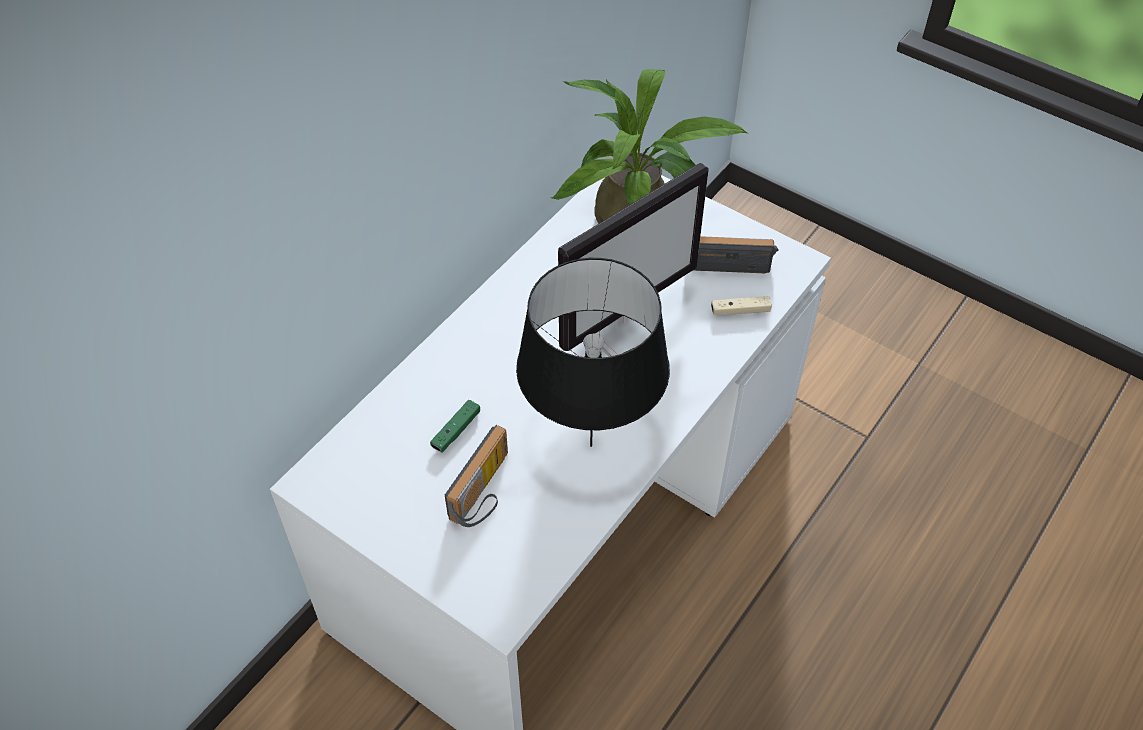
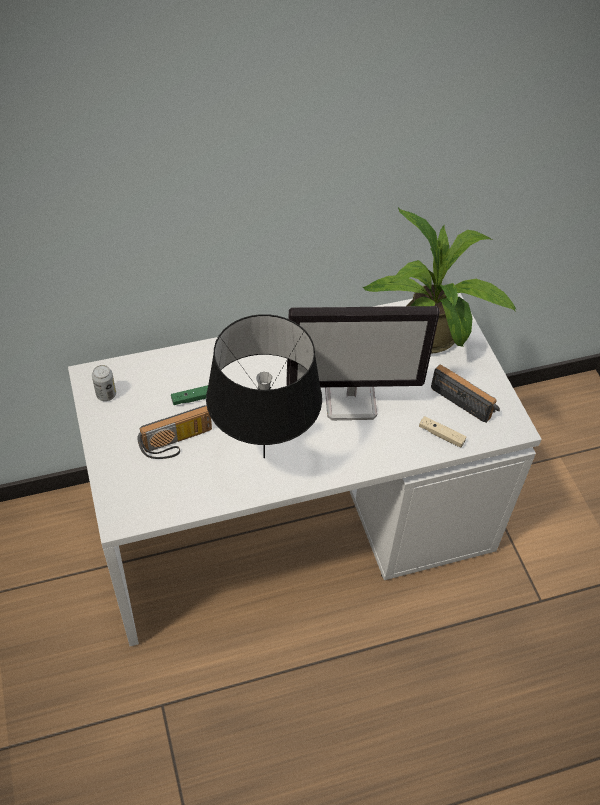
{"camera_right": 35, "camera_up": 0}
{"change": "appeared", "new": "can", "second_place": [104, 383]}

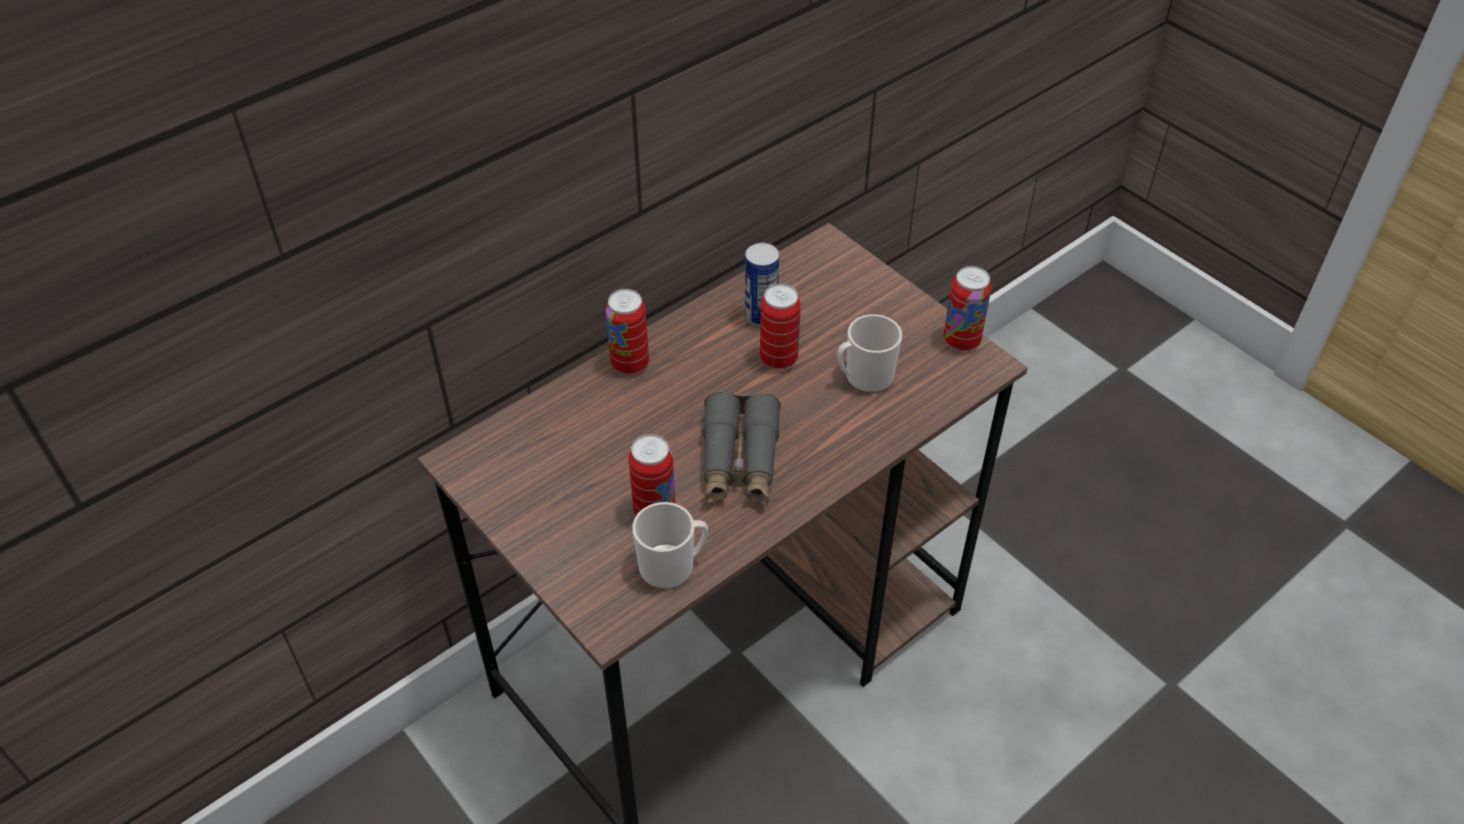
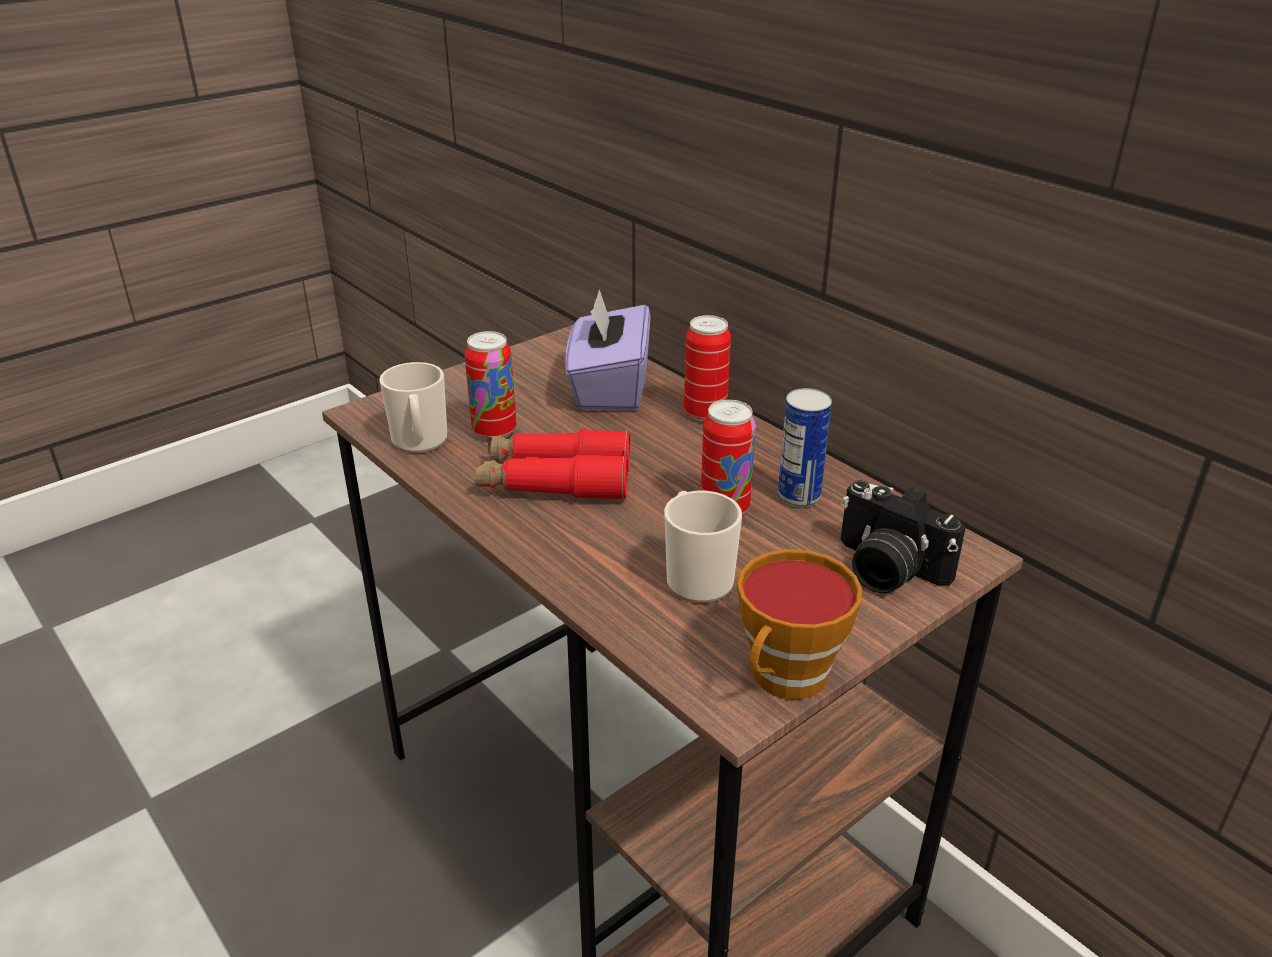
{"camera_right": 90, "camera_up": -15}
{"change": "appeared", "new": "purple tissue box", "second_place": [608, 350]}
{"change": "appeared", "new": "photo camera", "second_place": [903, 536]}
{"change": "exchanged", "old": "can", "new": "cup", "first_place": [967, 308], "second_place": [799, 624]}
{"change": "colour", "old": "grey binoculars", "new": "red binoculars", "first_place": [741, 448], "second_place": [552, 465]}

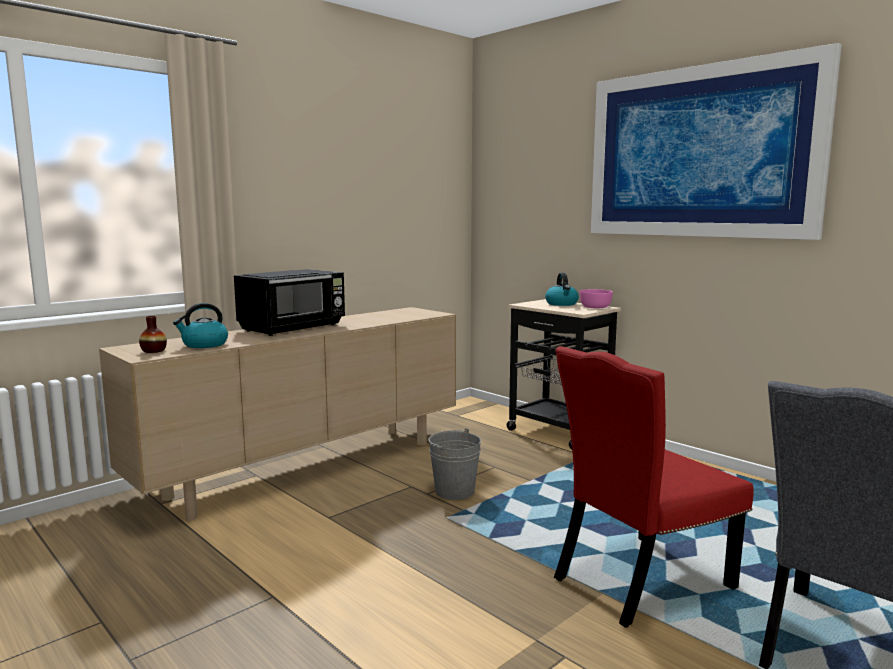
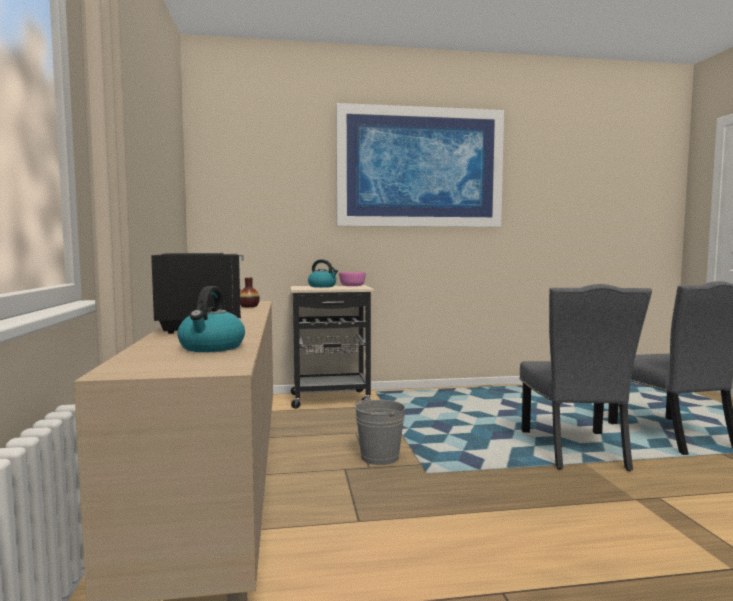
{"camera_right": -55, "camera_up": -5}
{"change": "relocated", "old": "vase", "first_place": [153, 334], "second_place": [250, 292]}
{"change": "colour", "old": "red chair", "new": "grey chair", "first_place": [654, 487], "second_place": [585, 377]}

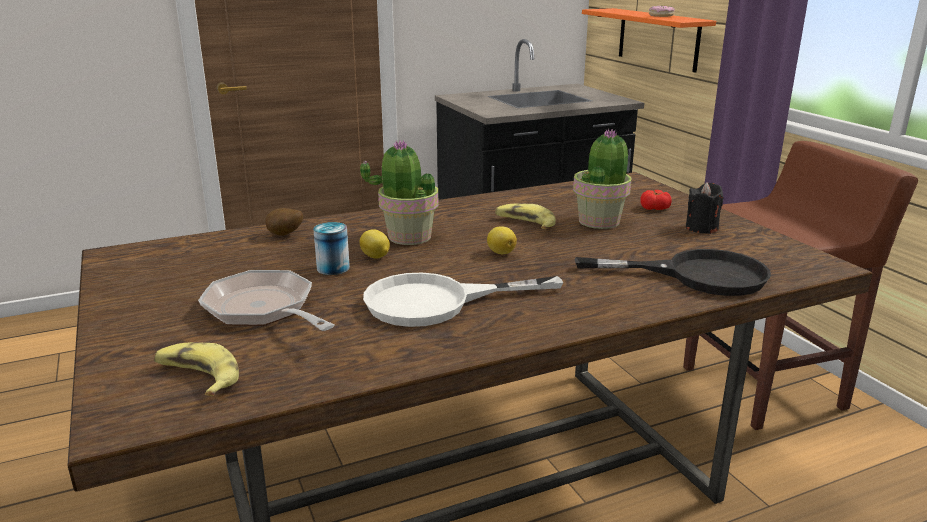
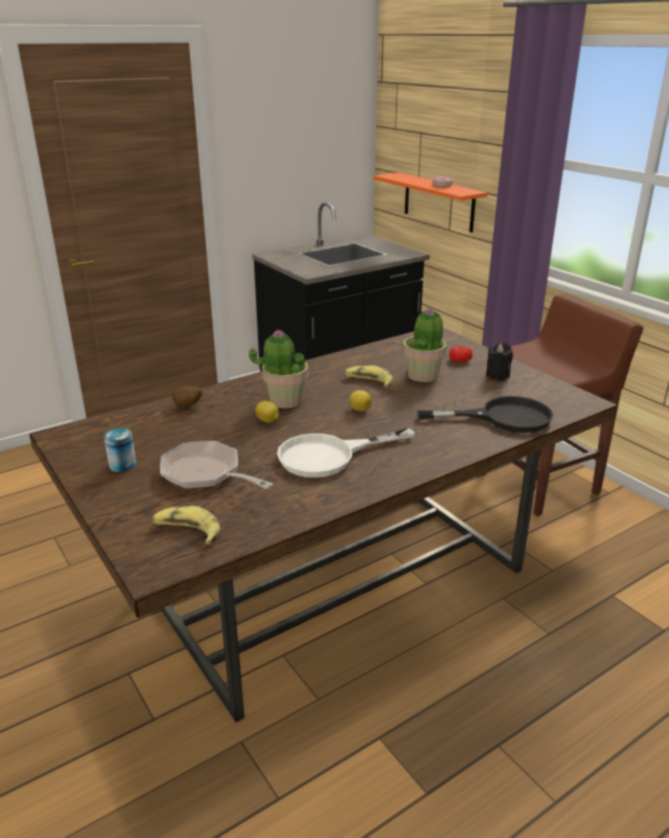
{"camera_right": -10, "camera_up": 5}
{"change": "relocated", "old": "can", "first_place": [331, 248], "second_place": [120, 450]}

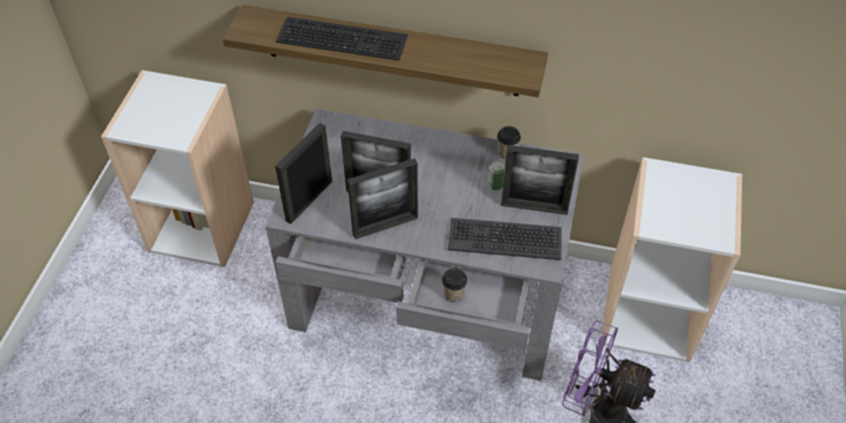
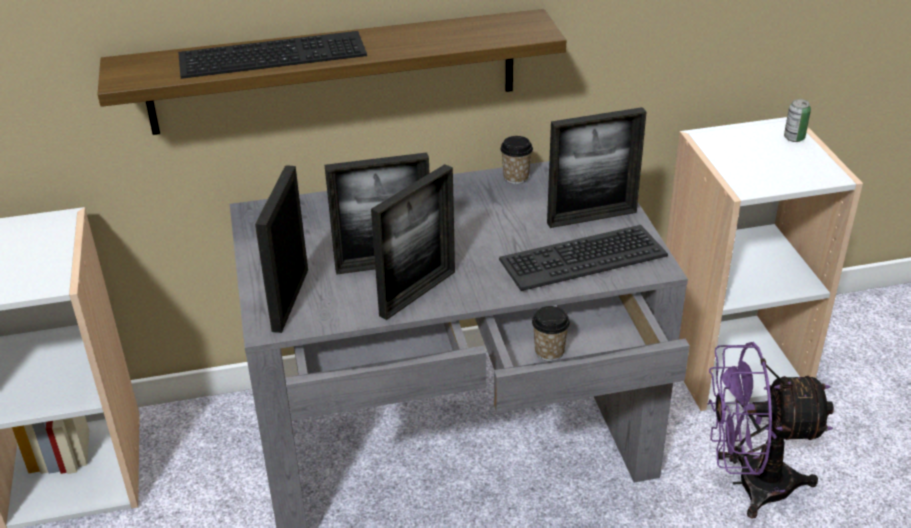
{"camera_right": -25, "camera_up": -15}
{"change": "relocated", "old": "can", "first_place": [496, 175], "second_place": [797, 120]}

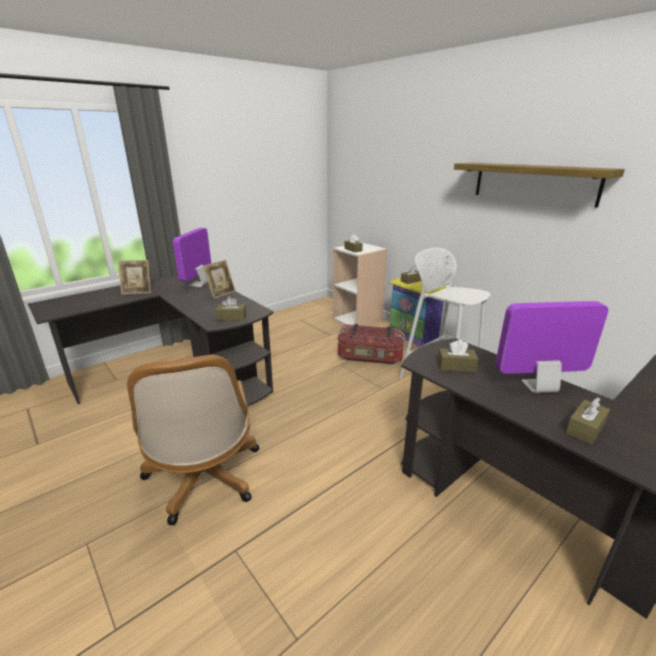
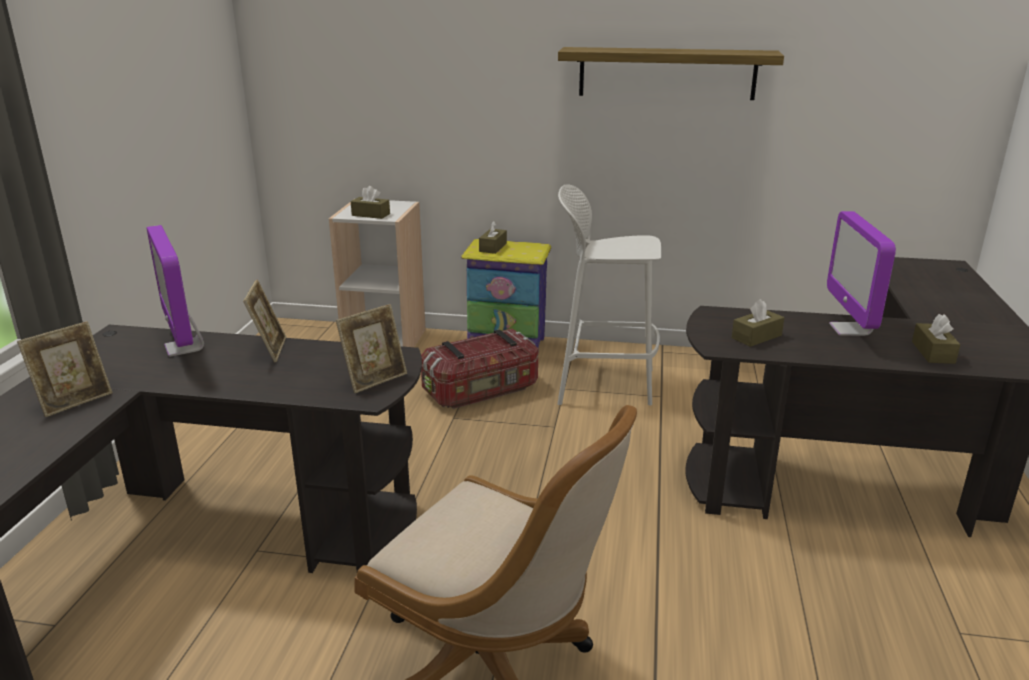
{"camera_right": -40, "camera_up": 0}
{"change": "exchanged", "old": "brown tissue box", "new": "picture frame", "first_place": [230, 308], "second_place": [371, 348]}
{"change": "spun", "old": "monitor", "first_place": [552, 347], "second_place": [861, 273], "degrees": -45}

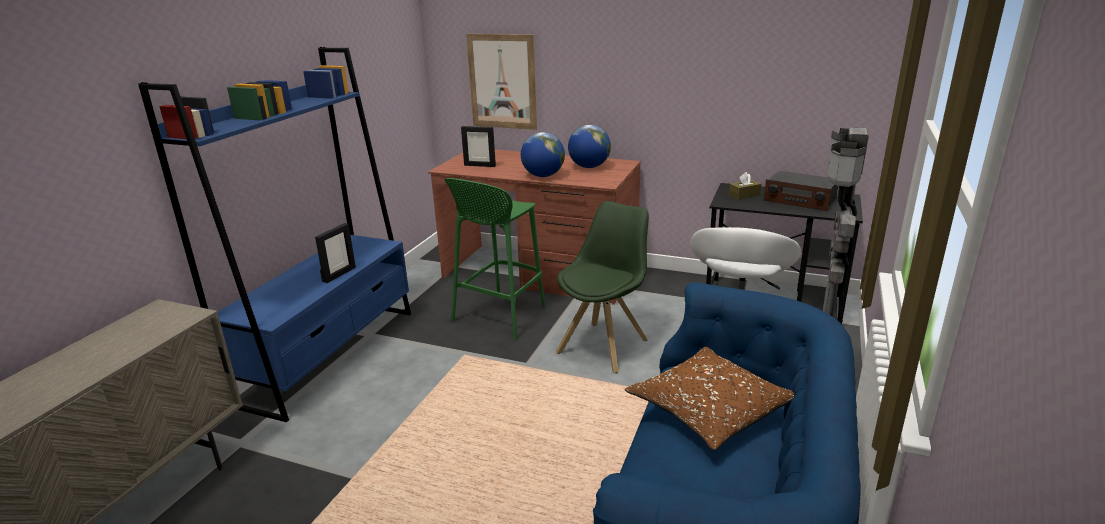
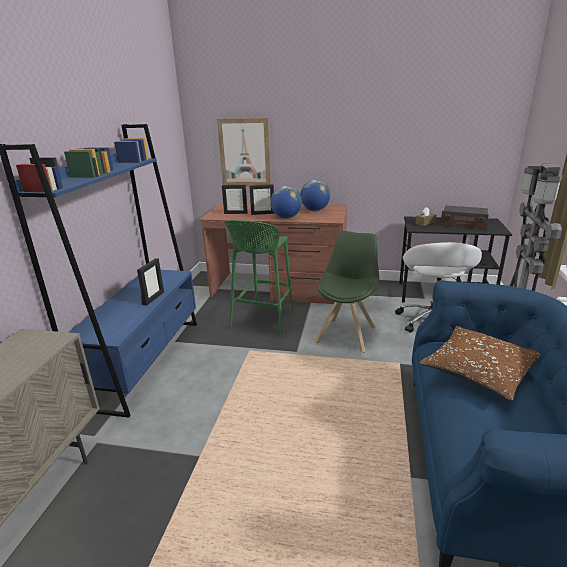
{"camera_right": -10, "camera_up": 0}
{"change": "appeared", "new": "picture frame", "second_place": [262, 199]}

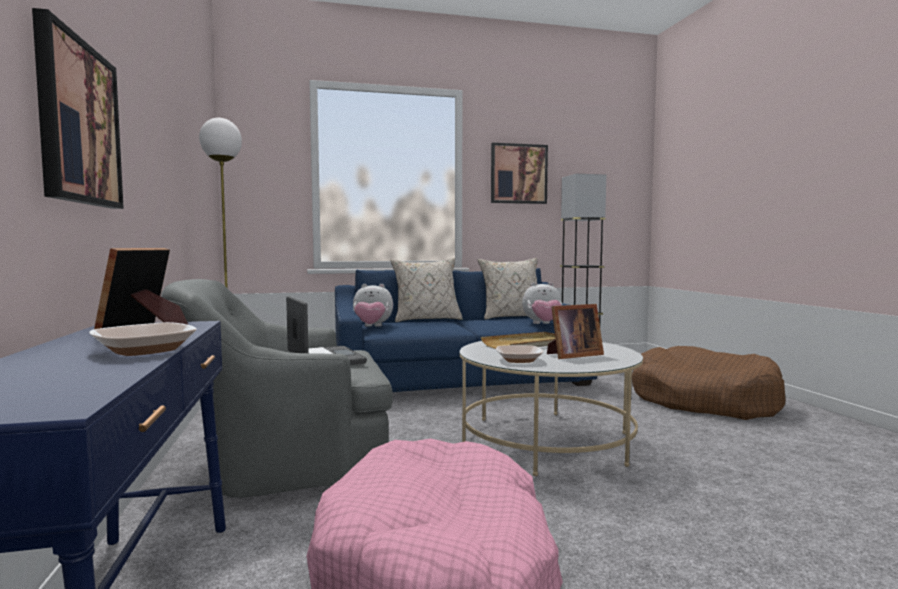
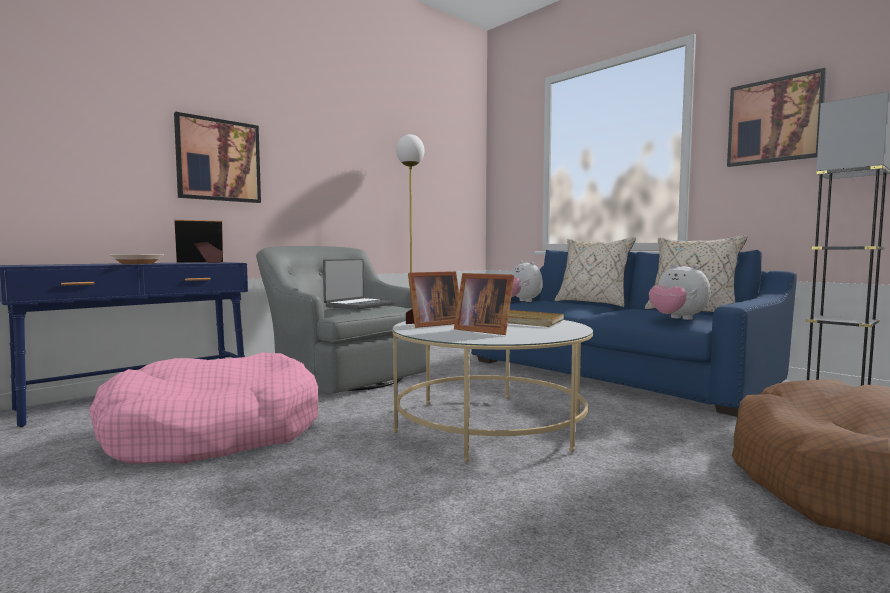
{"camera_right": 60, "camera_up": 0}
{"change": "exchanged", "old": "bowl", "new": "picture frame", "first_place": [519, 354], "second_place": [432, 299]}

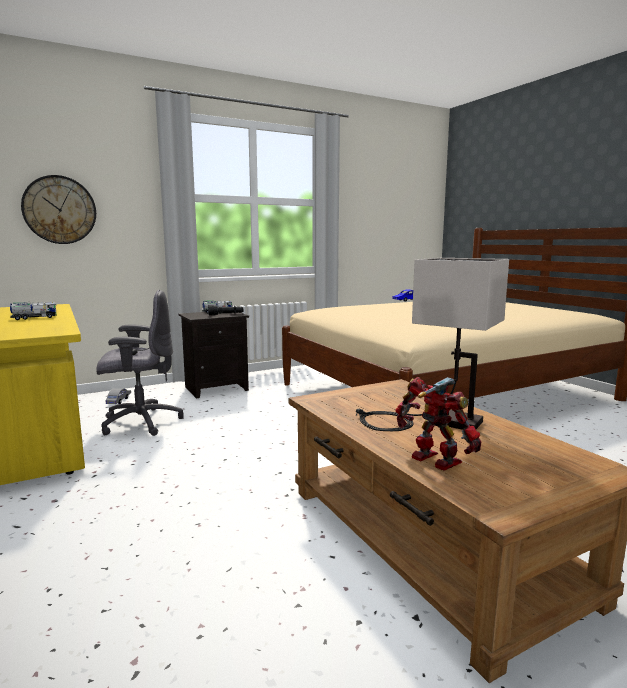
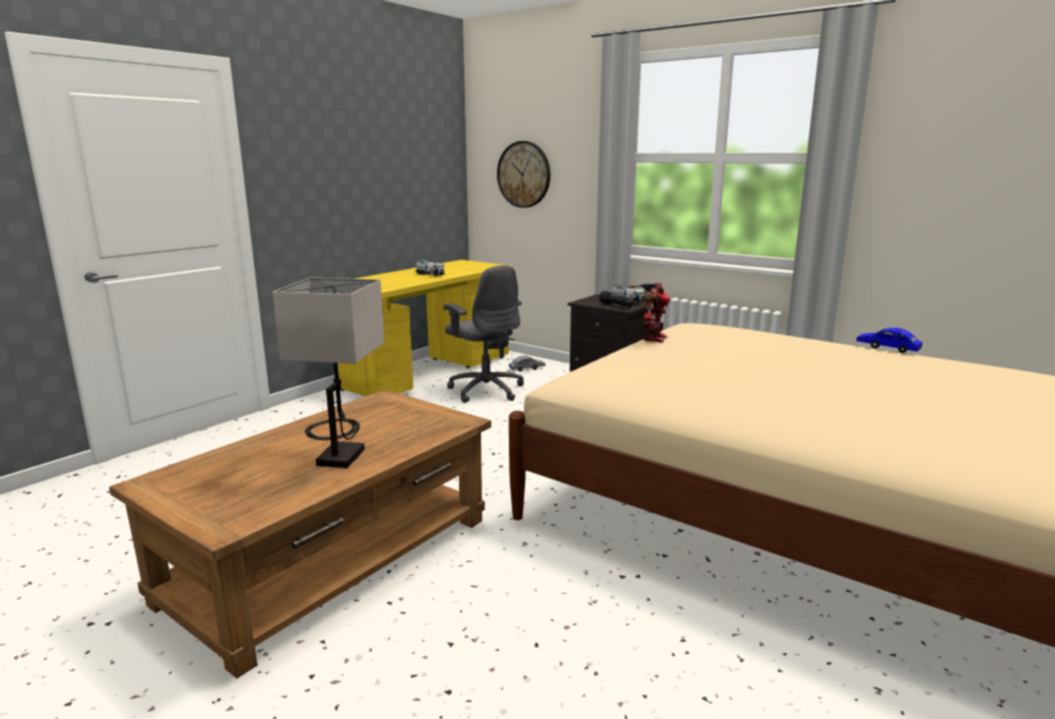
{"camera_right": 65, "camera_up": 5}
{"change": "relocated", "old": "toy robot", "first_place": [438, 424], "second_place": [649, 312]}

